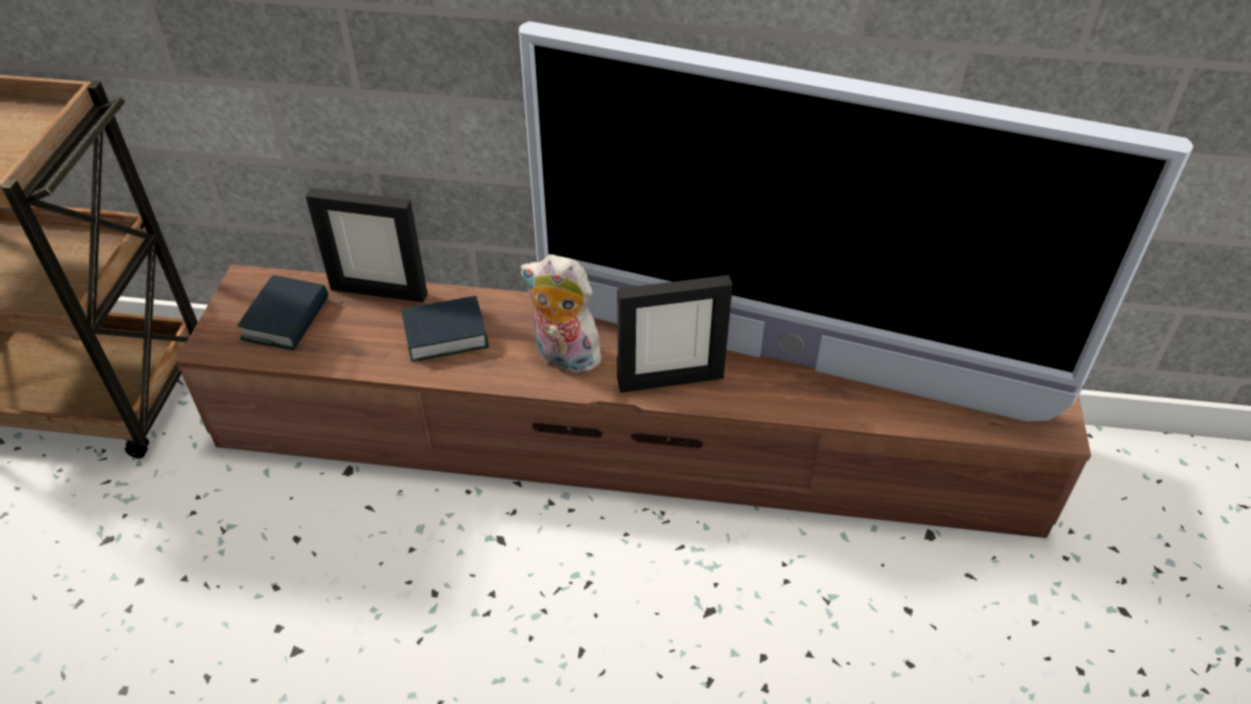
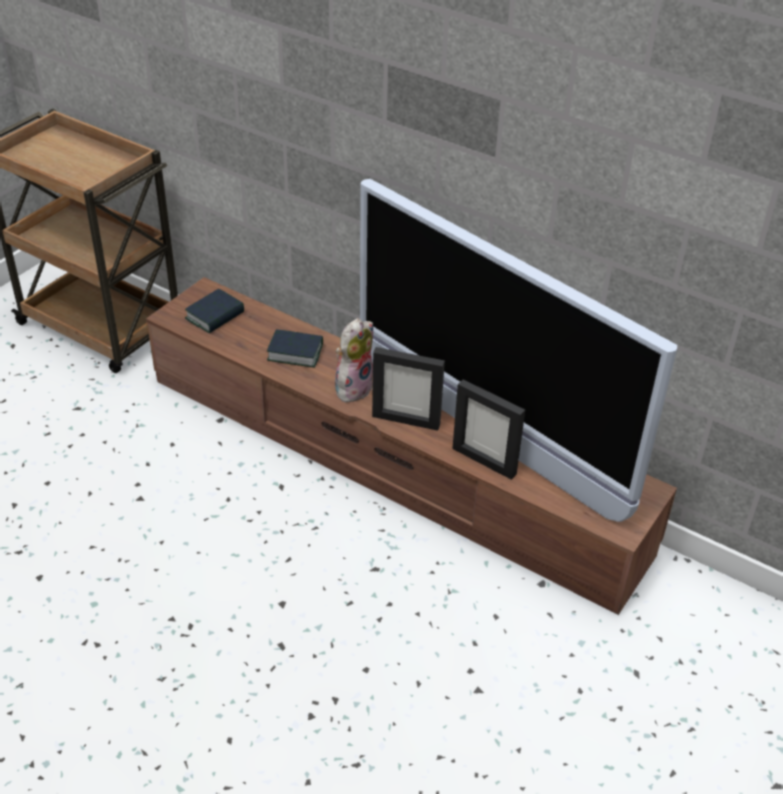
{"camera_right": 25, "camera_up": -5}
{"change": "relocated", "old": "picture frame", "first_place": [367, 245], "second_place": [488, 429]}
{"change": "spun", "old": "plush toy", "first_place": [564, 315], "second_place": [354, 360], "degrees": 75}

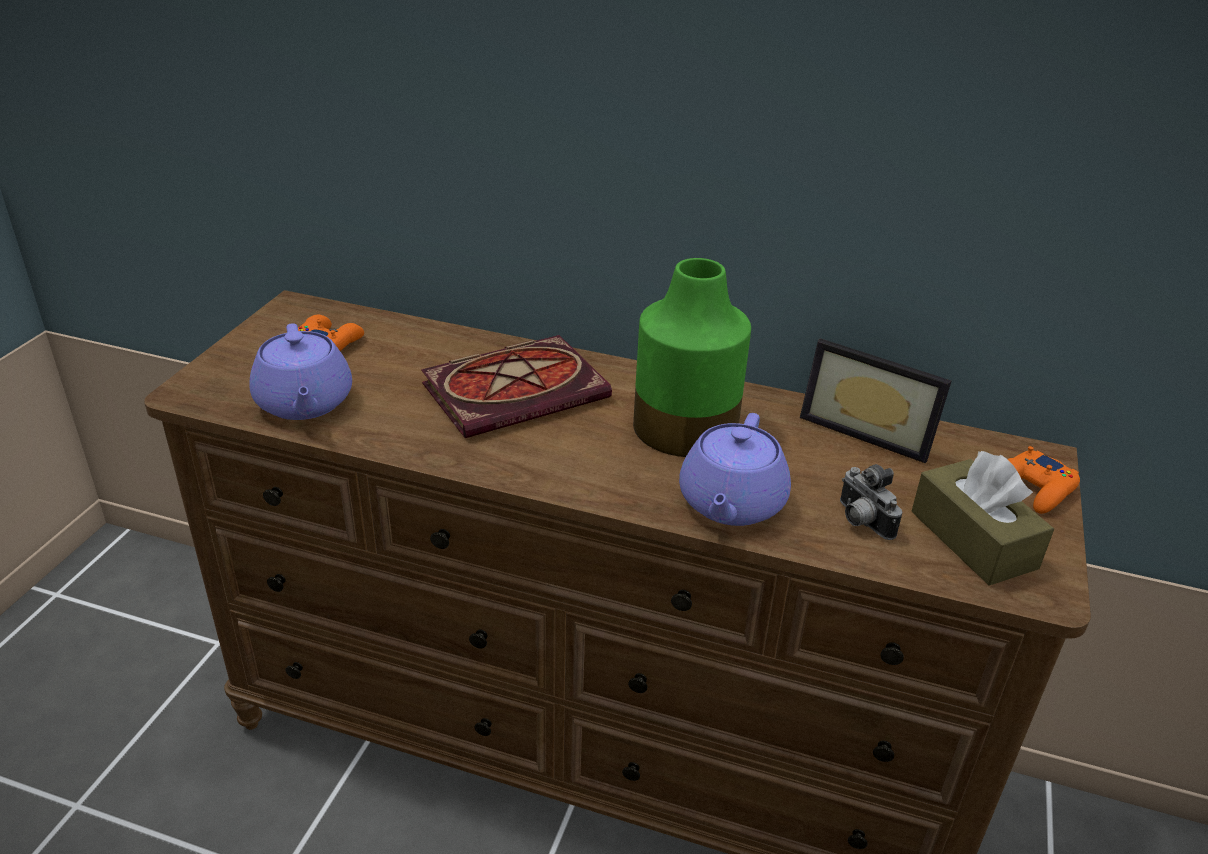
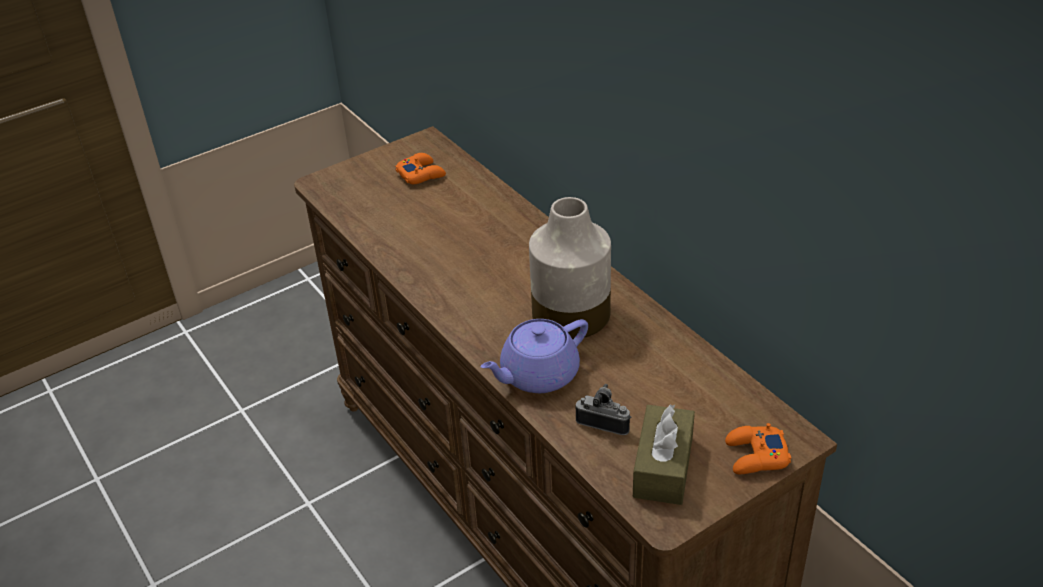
{"camera_right": 40, "camera_up": 5}
{"change": "missing", "old": "purple teapot", "first_place": [300, 371]}
{"change": "missing", "old": "book", "first_place": [516, 386]}
{"change": "missing", "old": "picture frame", "first_place": [875, 400]}
{"change": "colour", "old": "green vase", "new": "beige vase", "first_place": [692, 357], "second_place": [570, 268]}
{"change": "spun", "old": "photo camera", "first_place": [871, 502], "second_place": [603, 409], "degrees": 105}

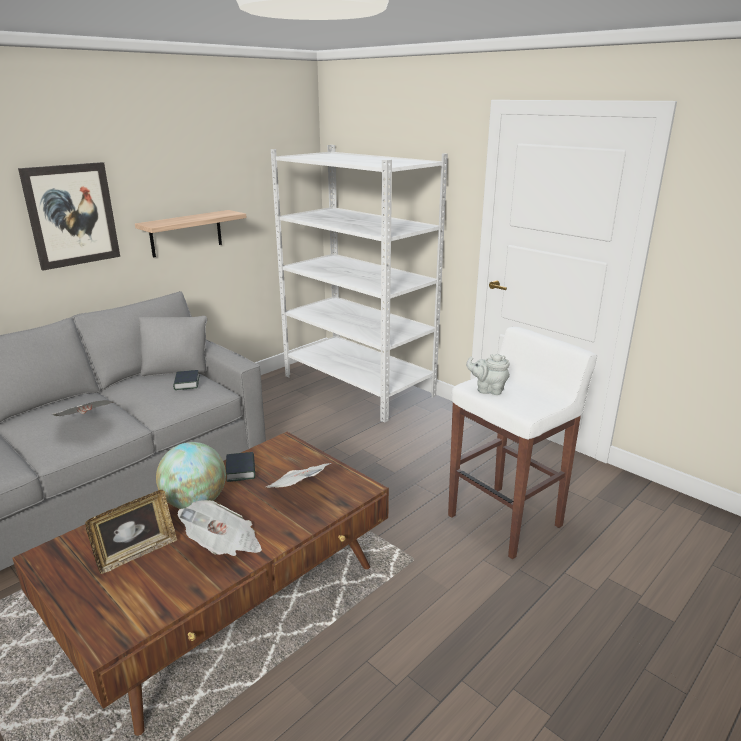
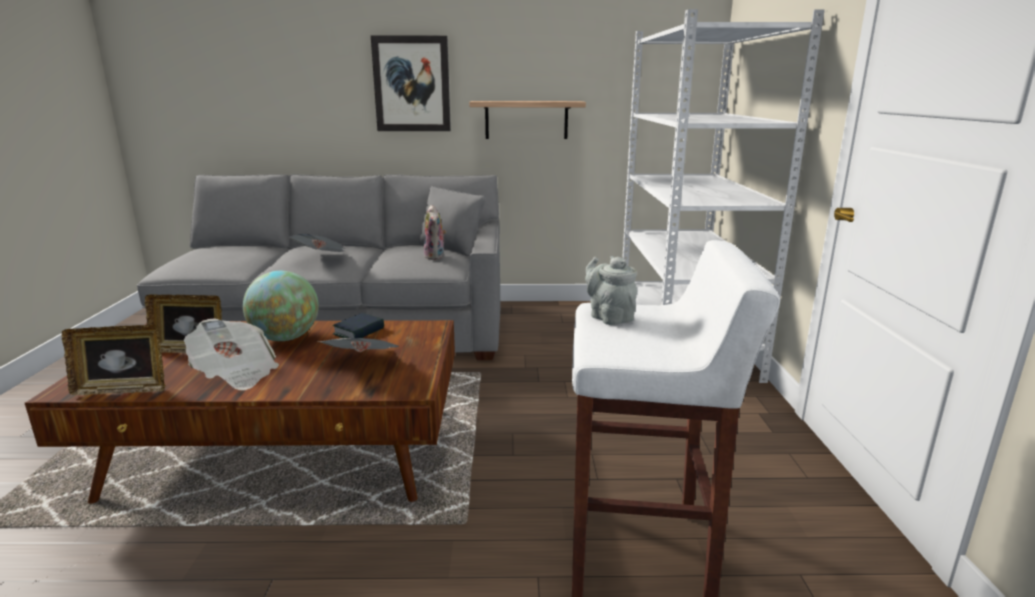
{"camera_right": 45, "camera_up": -5}
{"change": "appeared", "new": "picture frame", "second_place": [113, 360]}
{"change": "exchanged", "old": "book", "new": "plush toy", "first_place": [186, 380], "second_place": [435, 232]}

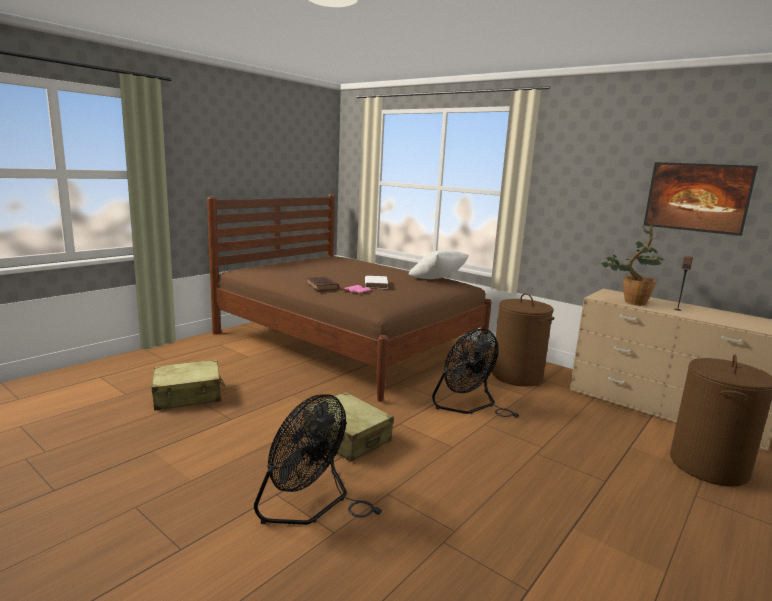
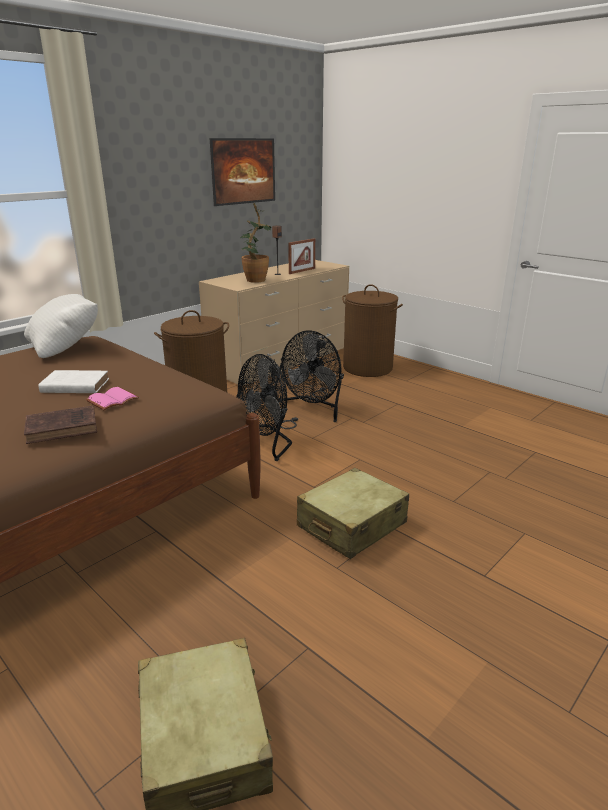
{"camera_right": -85, "camera_up": 10}
{"change": "appeared", "new": "picture frame", "second_place": [301, 256]}
{"change": "relocated", "old": "black fan", "first_place": [318, 459], "second_place": [309, 376]}

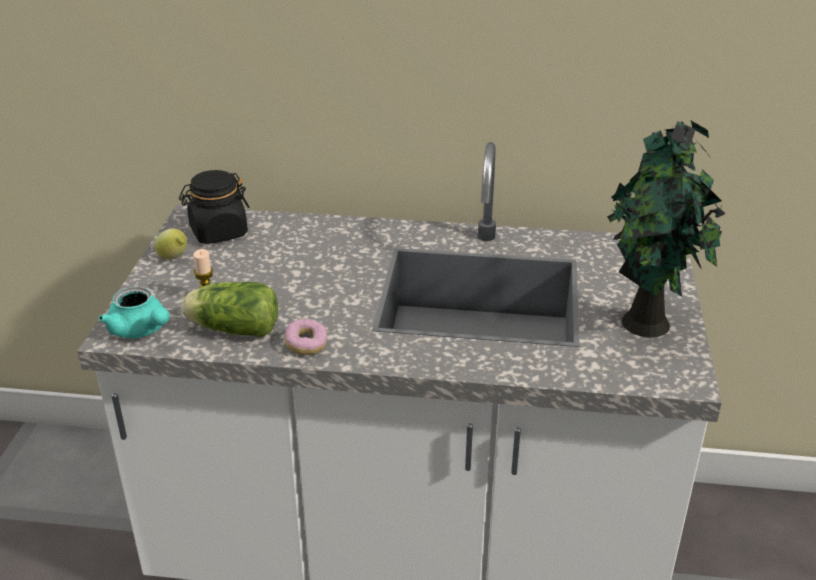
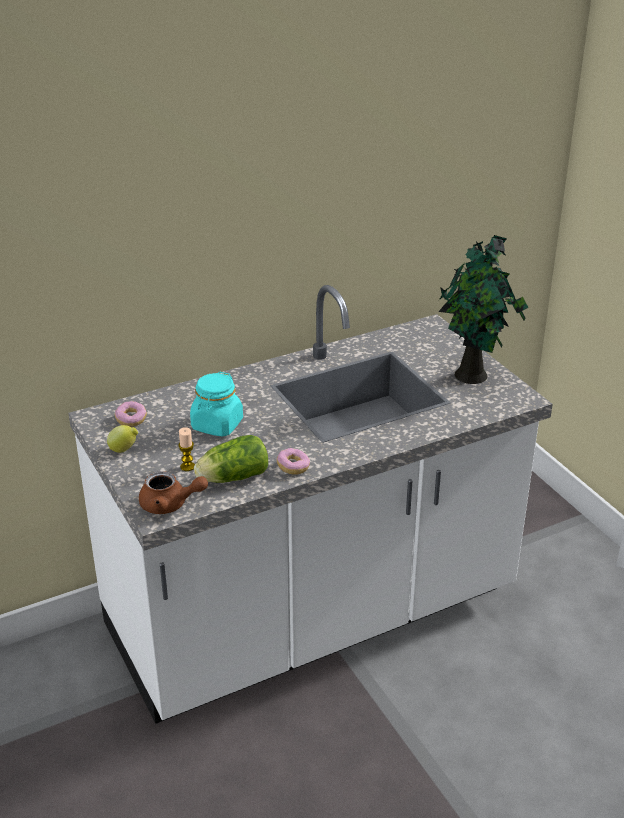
{"camera_right": -35, "camera_up": 0}
{"change": "appeared", "new": "turquoise jar", "second_place": [216, 404]}
{"change": "exchanged", "old": "black jar", "new": "donut", "first_place": [214, 207], "second_place": [131, 414]}
{"change": "colour", "old": "turquoise teapot", "new": "brown teapot", "first_place": [134, 313], "second_place": [173, 492]}

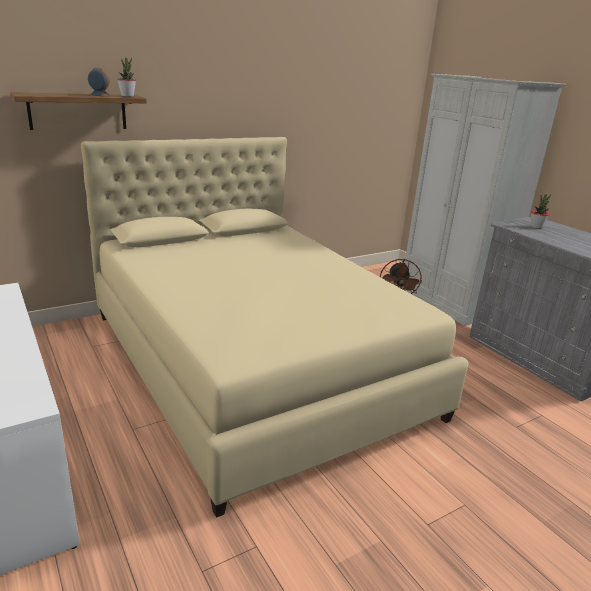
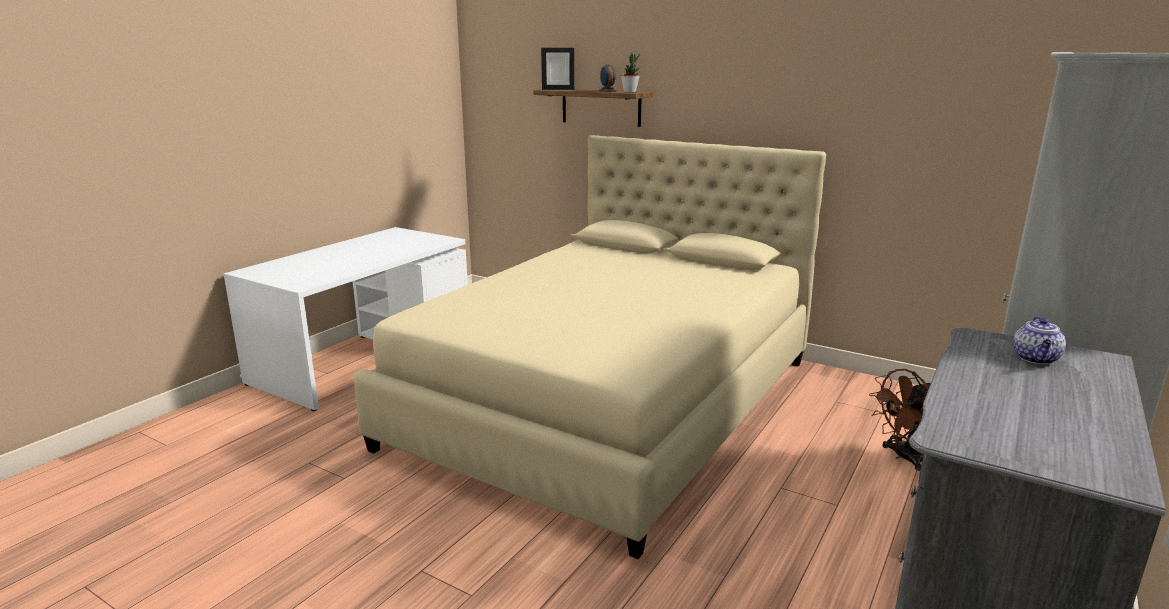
{"camera_right": 65, "camera_up": -5}
{"change": "appeared", "new": "picture frame", "second_place": [557, 69]}
{"change": "exchanged", "old": "potted plant", "new": "teapot", "first_place": [541, 211], "second_place": [1039, 340]}

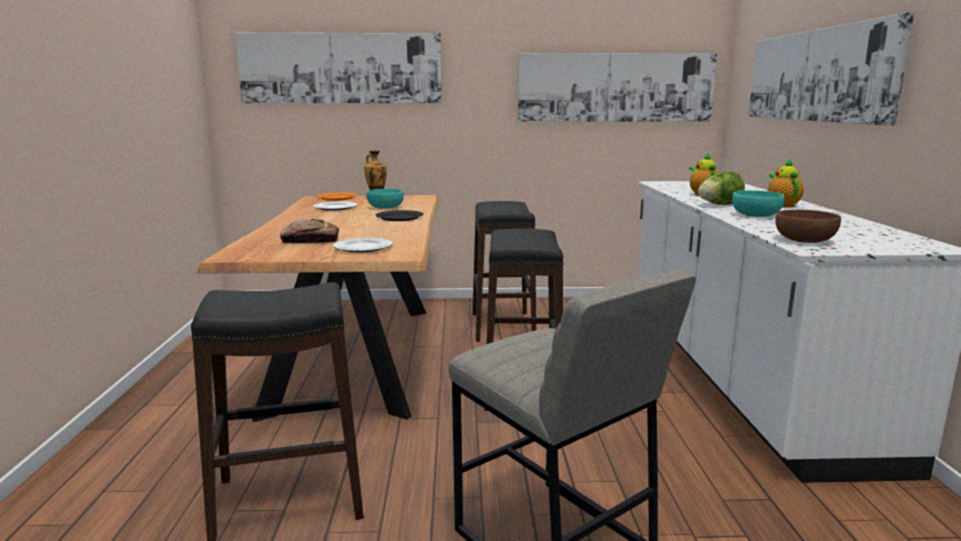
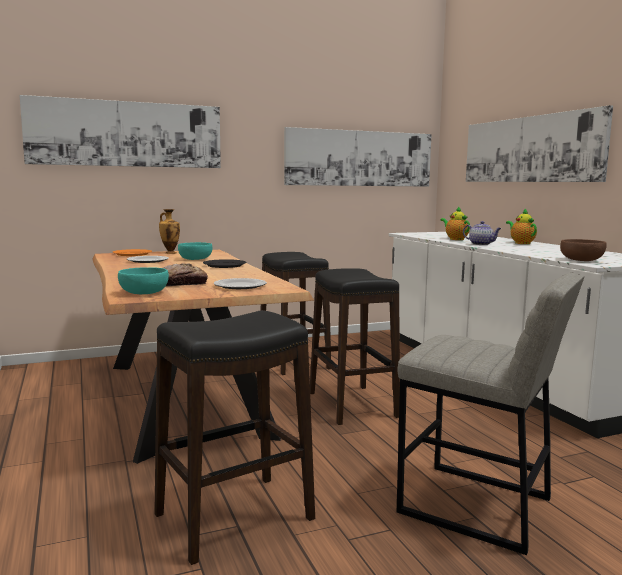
{"camera_right": -20, "camera_up": -5}
{"change": "relocated", "old": "turquoise bowl", "first_place": [758, 203], "second_place": [143, 280]}
{"change": "exchanged", "old": "lettuce", "new": "teapot", "first_place": [721, 188], "second_place": [482, 233]}

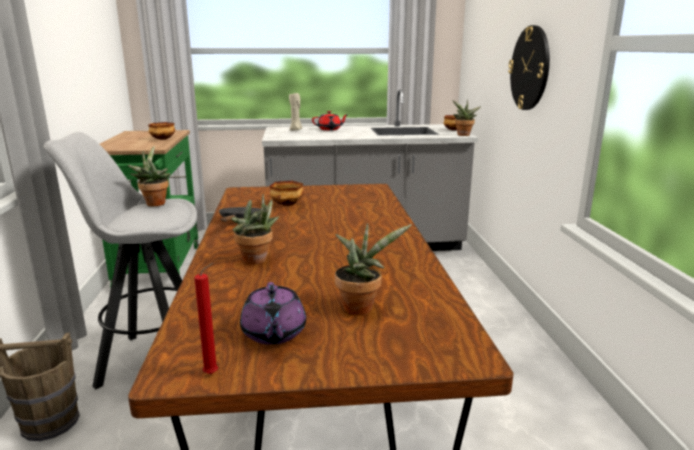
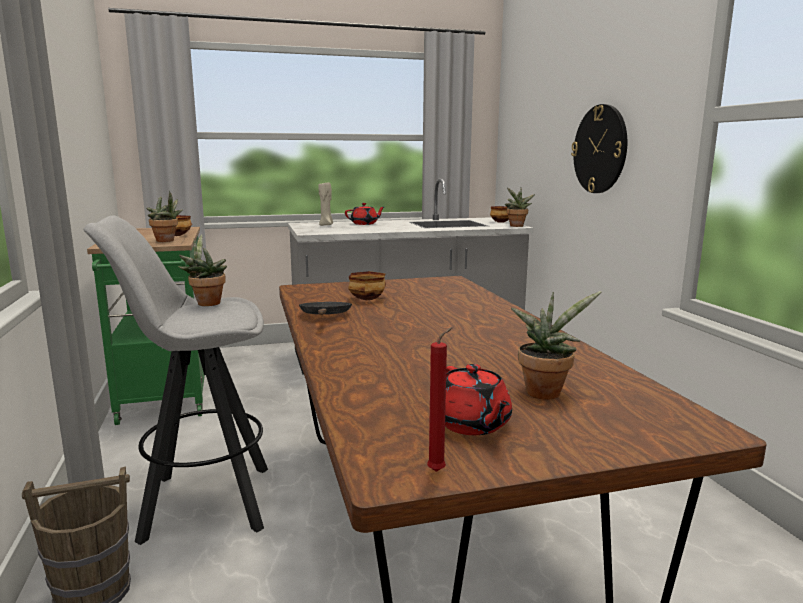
{"camera_right": -10, "camera_up": -5}
{"change": "relocated", "old": "potted plant", "first_place": [255, 229], "second_place": [164, 216]}
{"change": "colour", "old": "purple teapot", "new": "red teapot", "first_place": [273, 313], "second_place": [478, 399]}

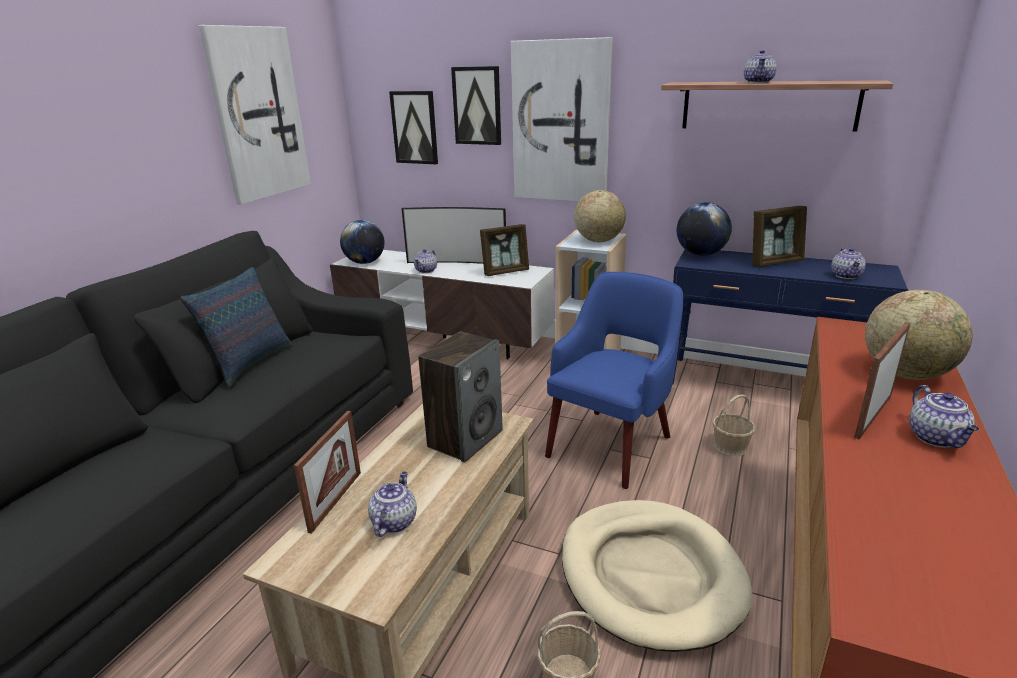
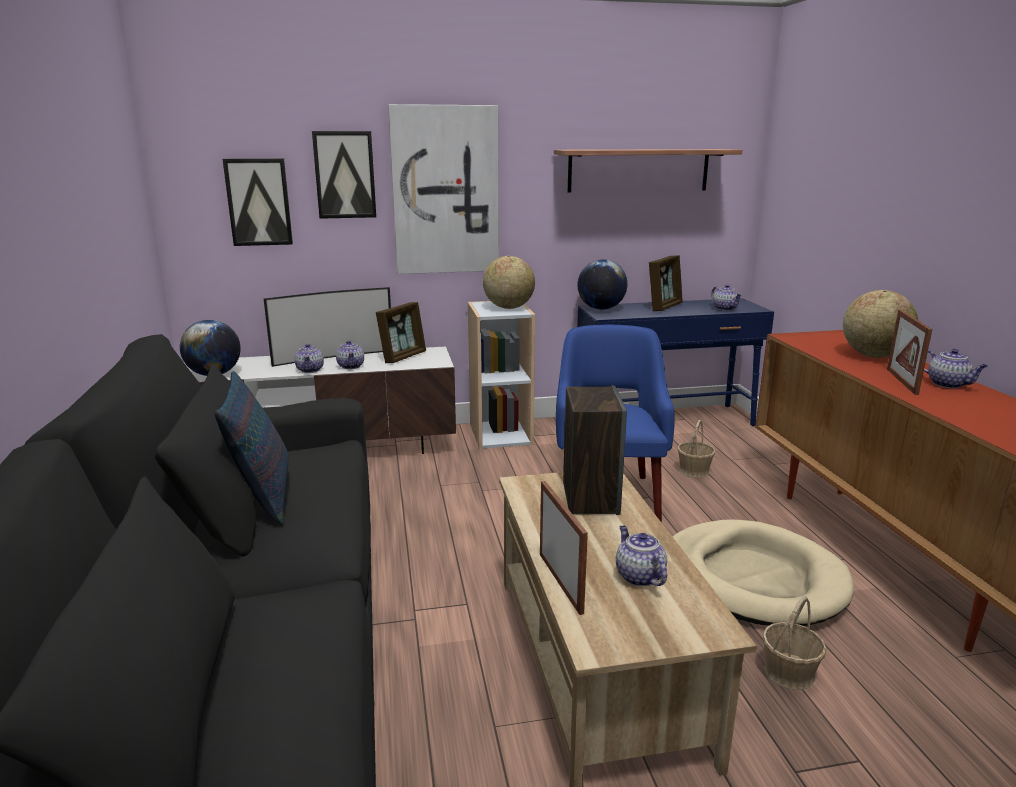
{"camera_right": -35, "camera_up": -5}
{"change": "missing", "old": "picture", "first_place": [255, 115]}
{"change": "relocated", "old": "teapot", "first_place": [760, 66], "second_place": [350, 354]}

